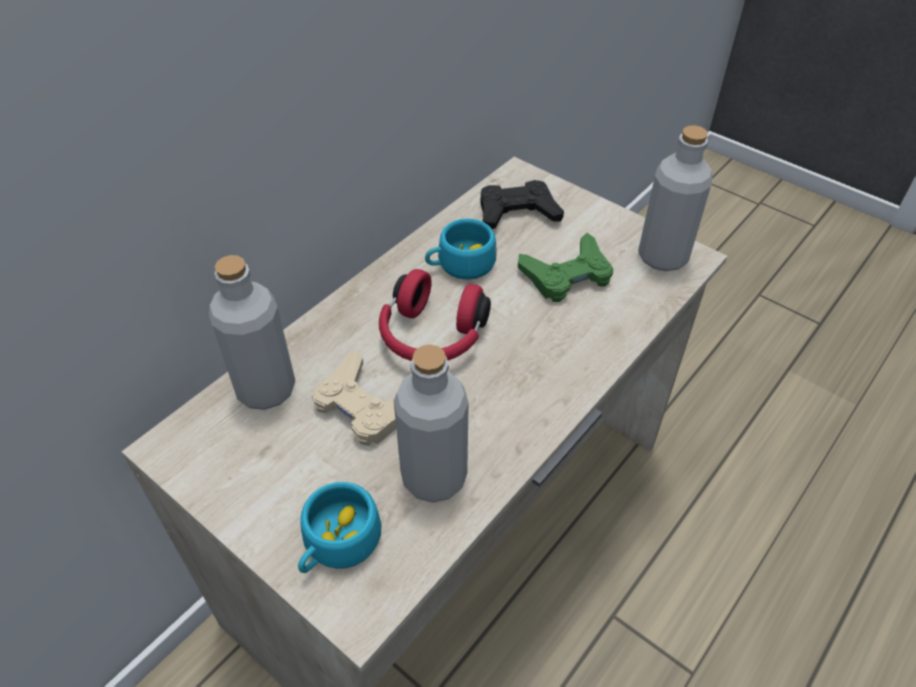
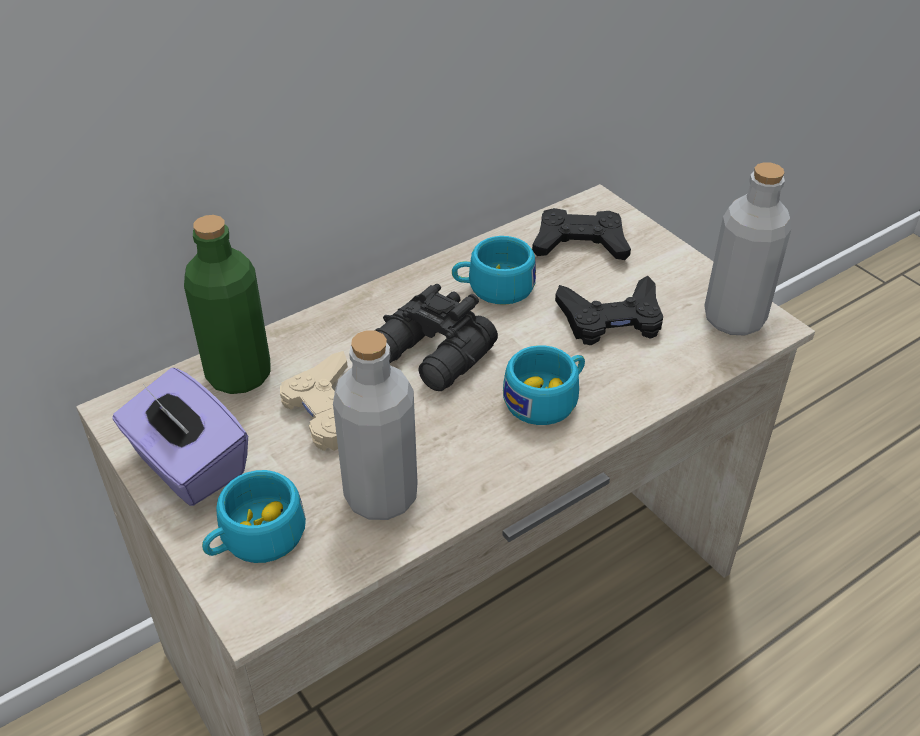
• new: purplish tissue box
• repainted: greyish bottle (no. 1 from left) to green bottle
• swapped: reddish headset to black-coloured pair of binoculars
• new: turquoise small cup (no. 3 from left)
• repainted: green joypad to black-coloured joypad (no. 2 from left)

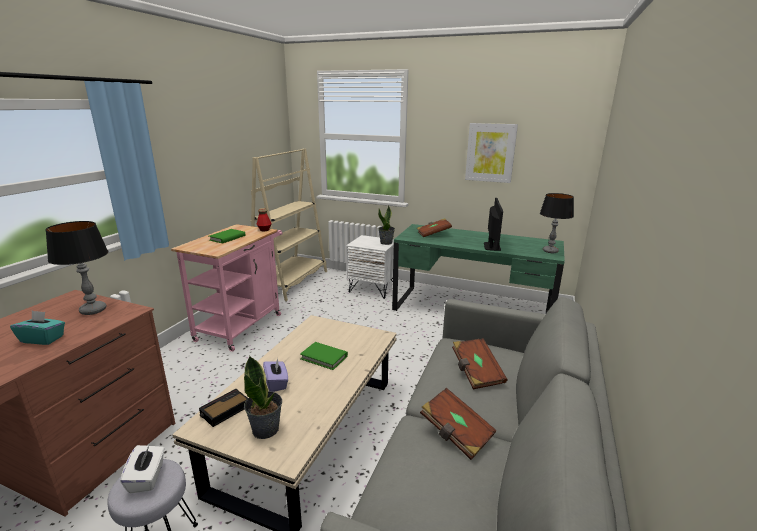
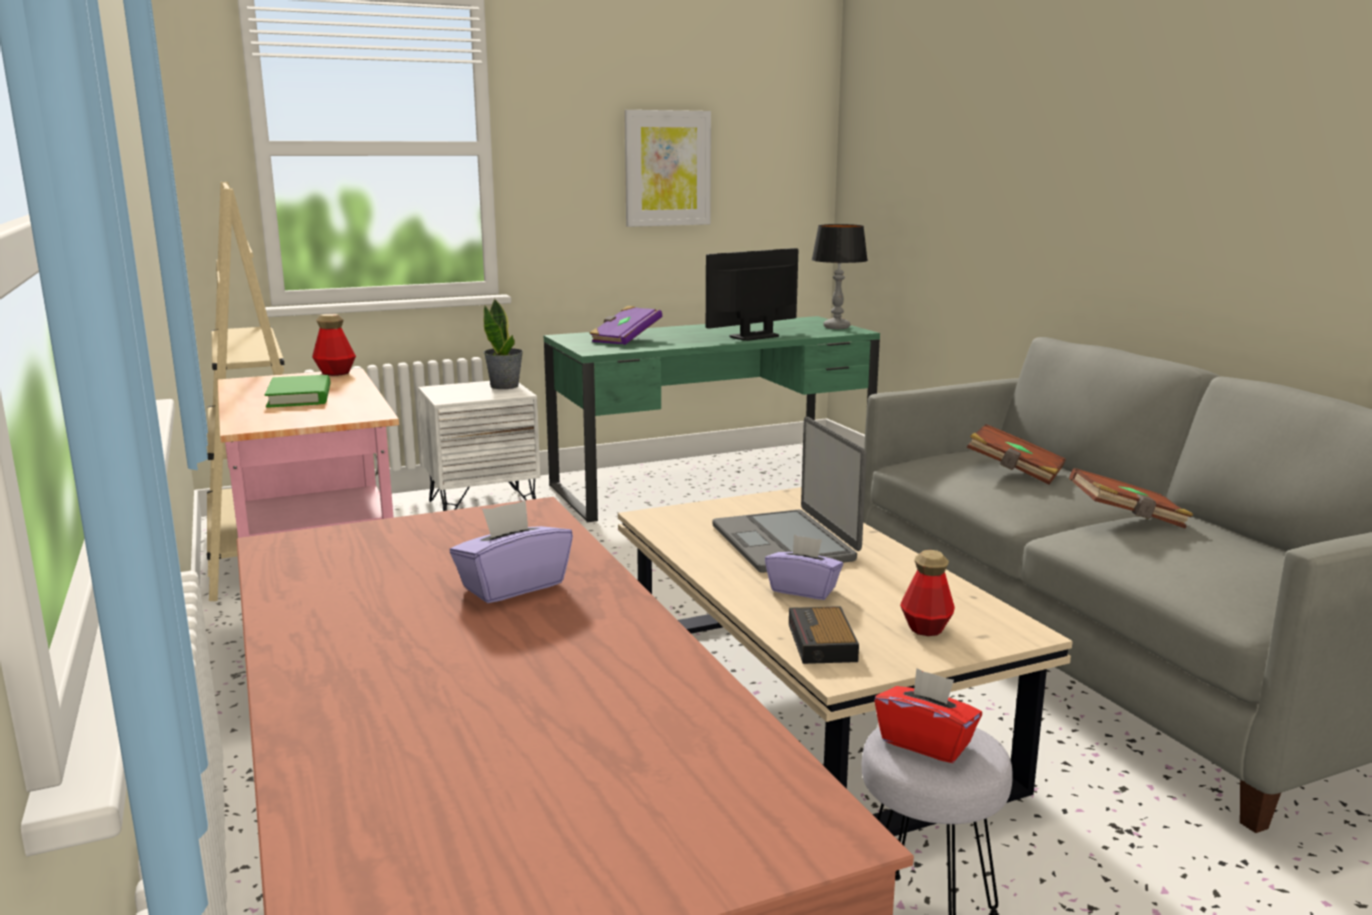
• repainted: turquoise tissue box to purplish tissue box (no. 1 from left)
• repainted: brownish volume (no. 1 from left) to purplish volume
• rotated: monitor 90 degrees counterclockwise
• swapped: green volume (no. 2 from left) to notebook computer
• repainted: whitish tissue box to reddish tissue box
• swapped: houseplant (no. 1 from left) to bottle (no. 2 from left)
• gone: table lamp (no. 1 from left)

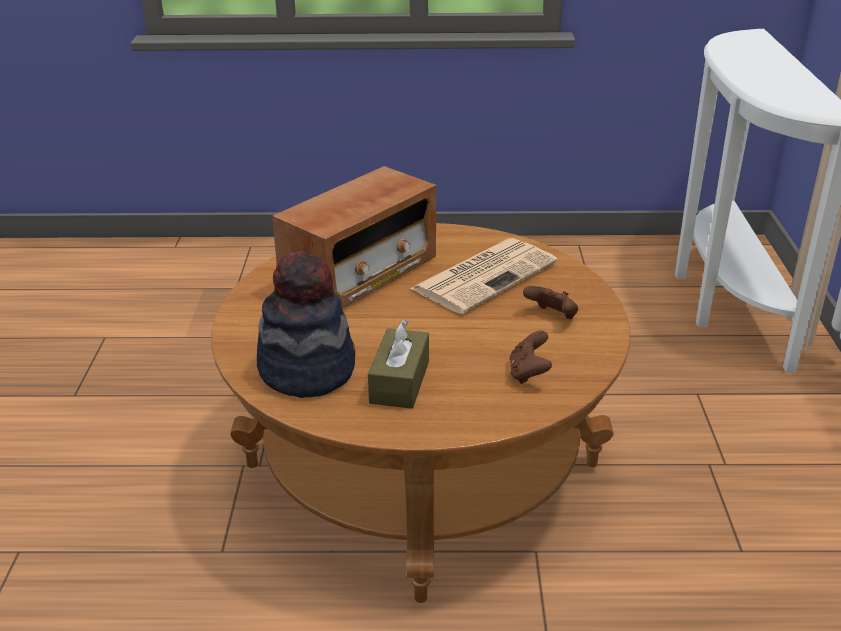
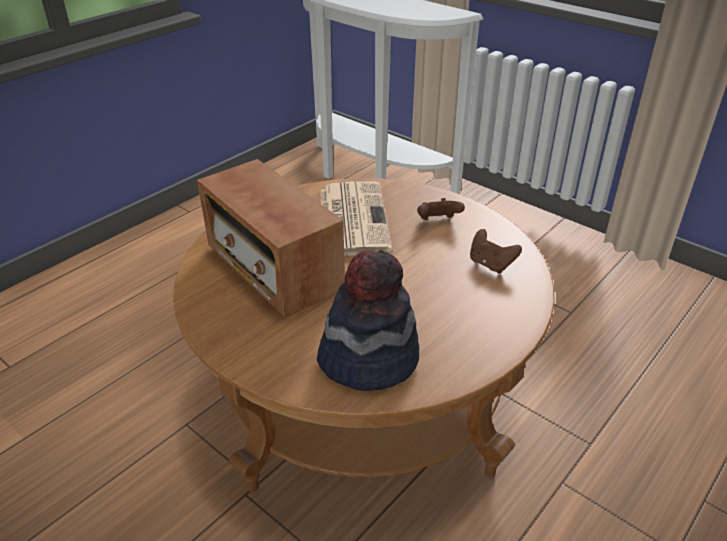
• rotated: radio set 150 degrees clockwise
• gone: brownish tissue box

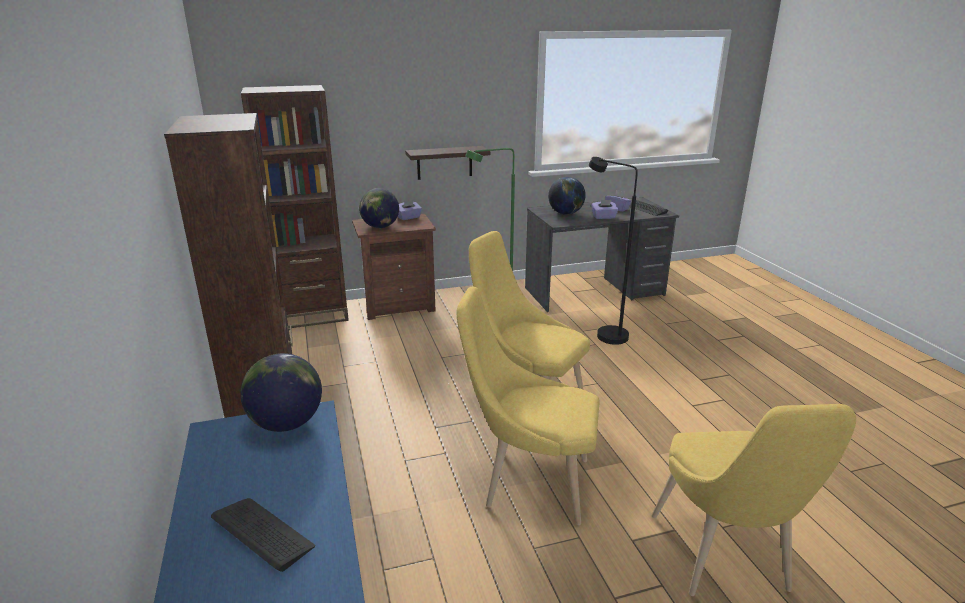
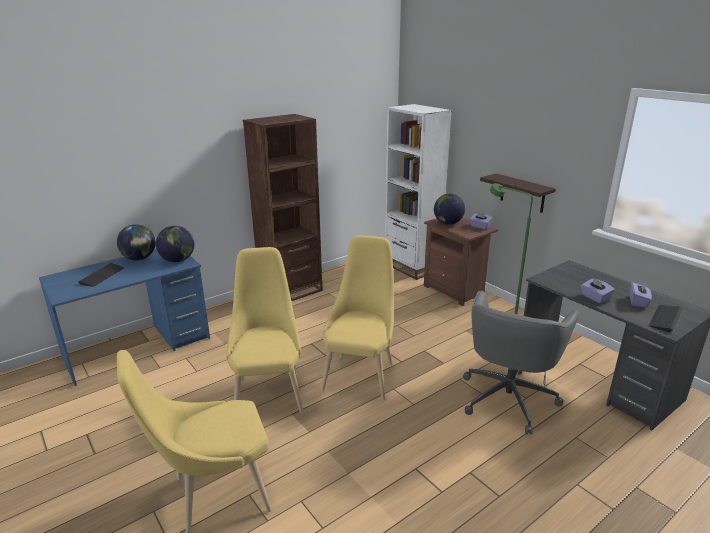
• shifted: desk globe (no. 3 from left in the first image) to desk globe (no. 1 from left)
• repainted: brownish bookshelf (no. 2 from left) to whitish bookshelf
• swapped: black-coloured standard lamp to greyish computer chair

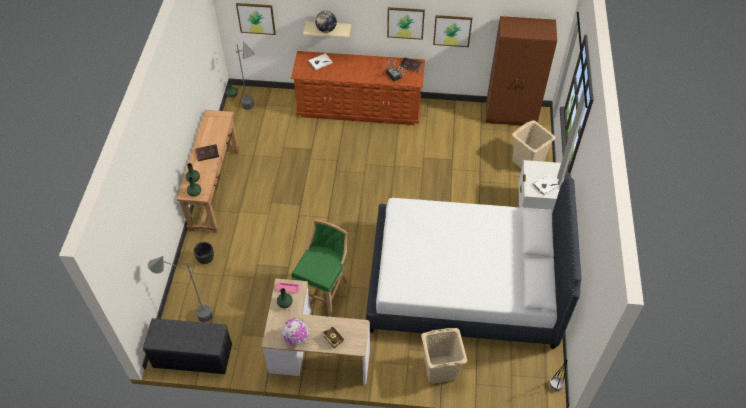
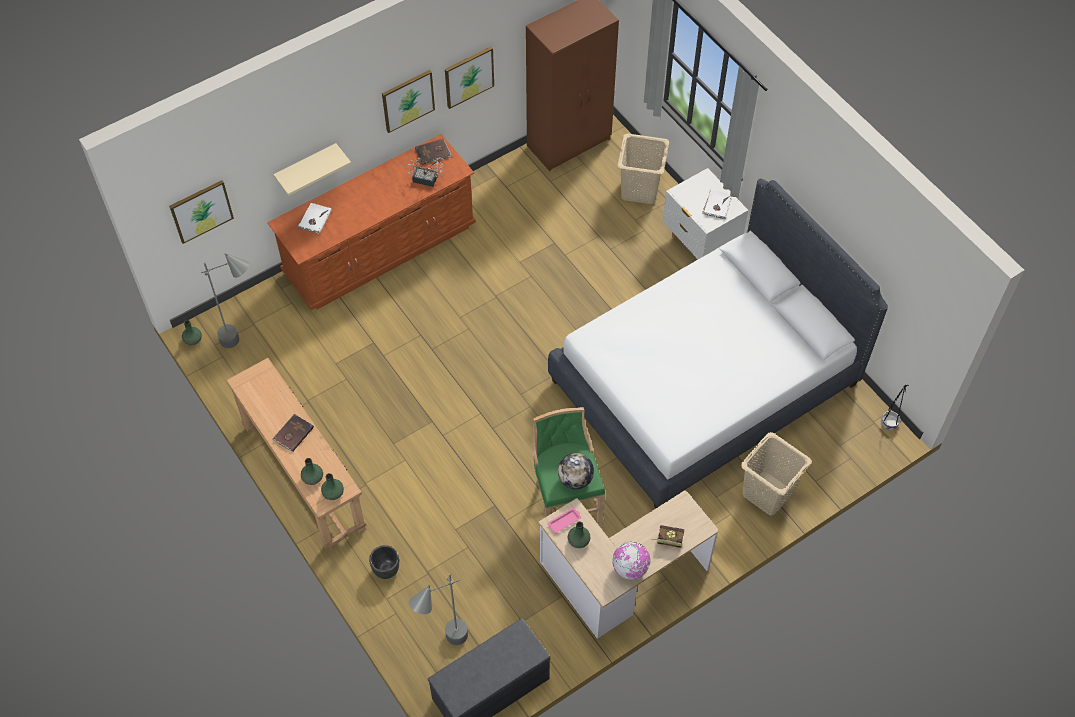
• shifted: desk globe (no. 2 from left in the first image) to desk globe (no. 1 from left)

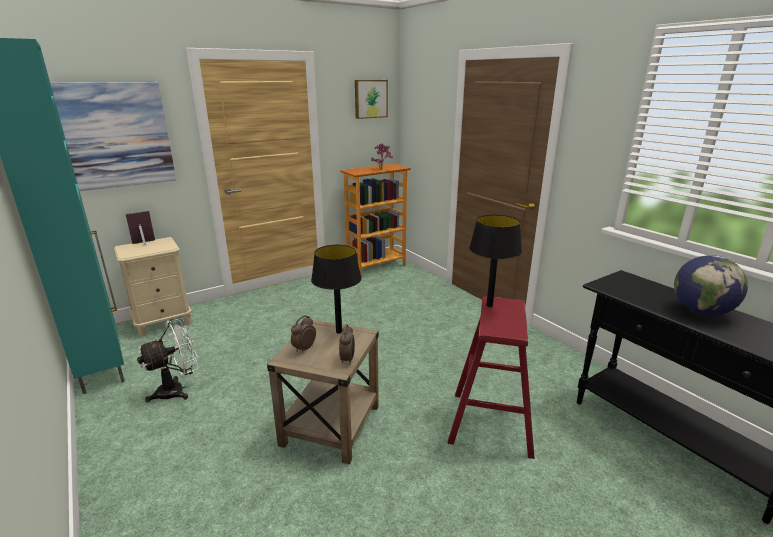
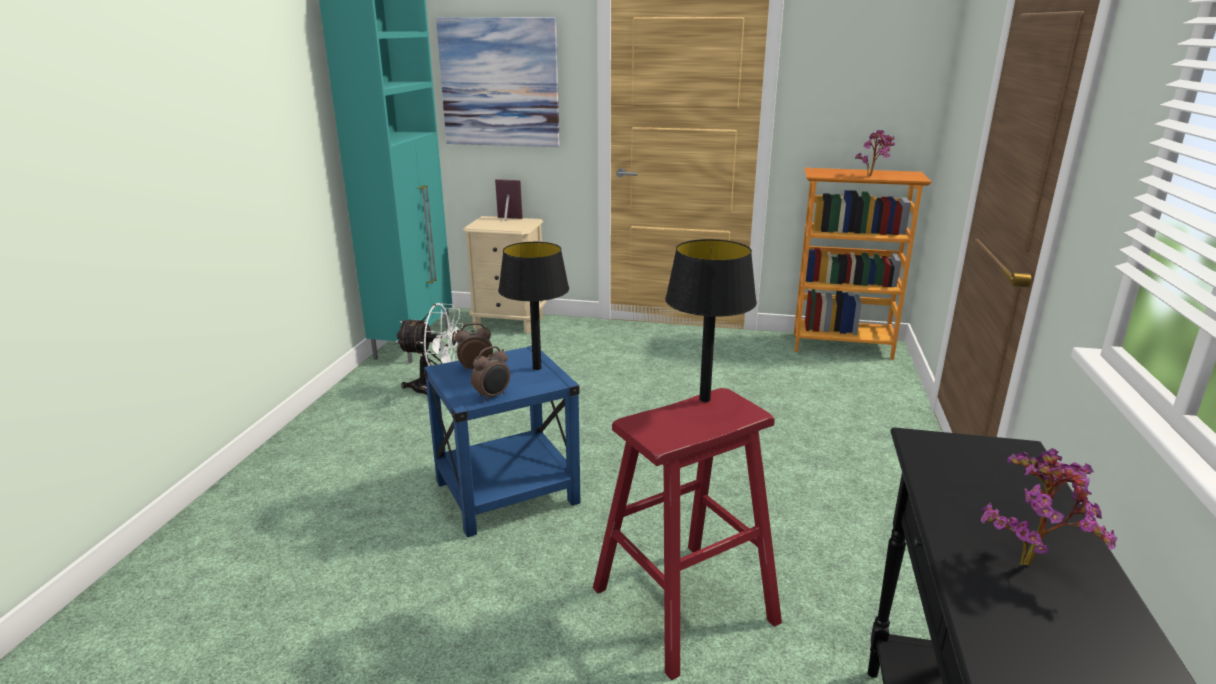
• repainted: sand-coloured accent table to bluish accent table
• swapped: desk globe to houseplant (no. 2 from left)
• gone: wall art (no. 2 from left)

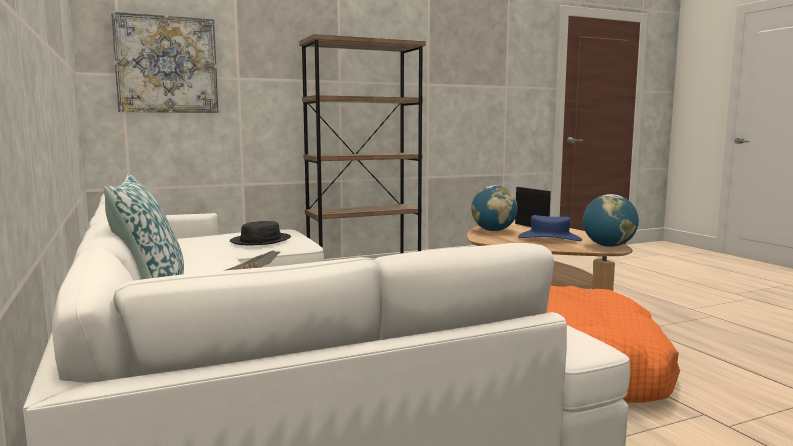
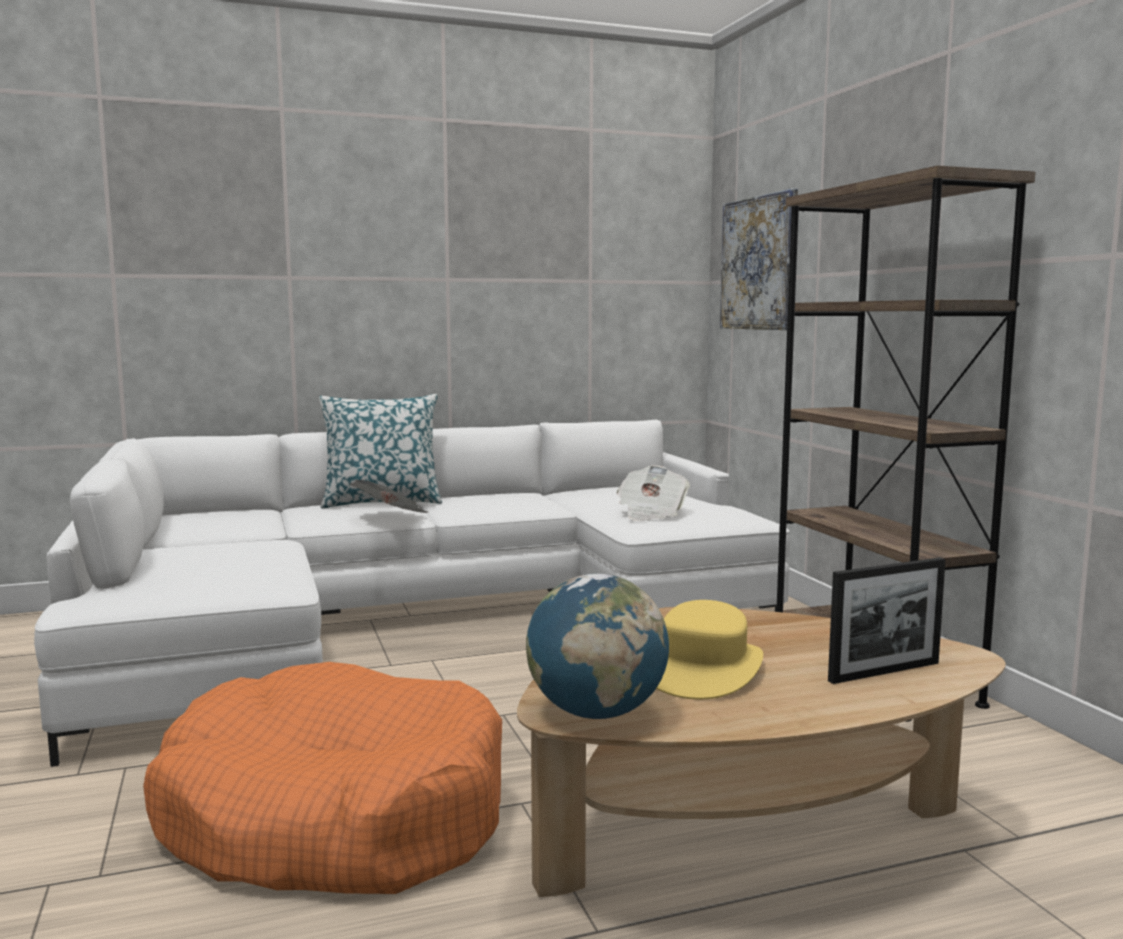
• swapped: black-coloured wearable hat to printed paper (no. 2 from left)
• repainted: bluish wearable hat to yellow-coloured wearable hat
• gone: desk globe (no. 1 from left)

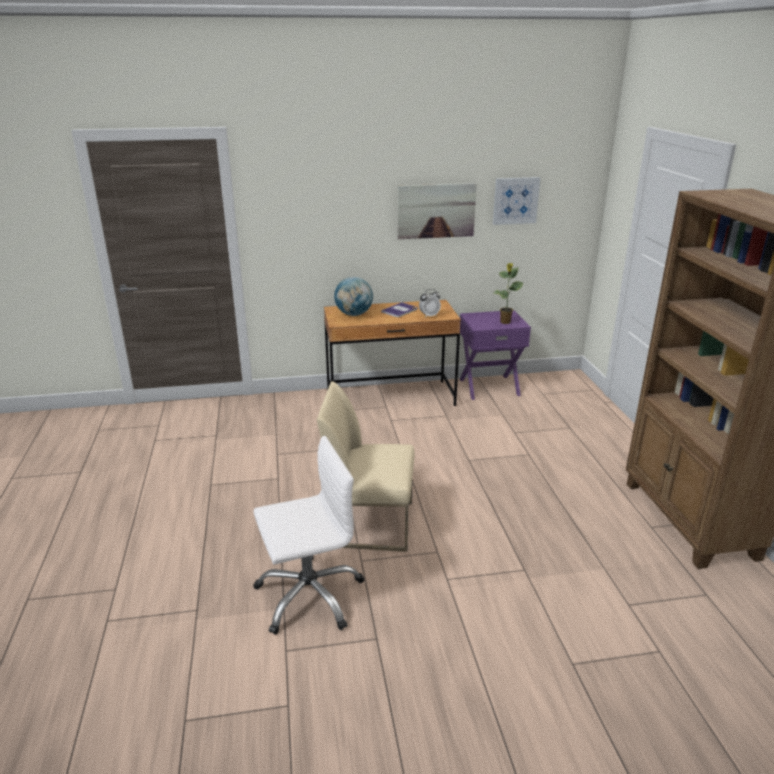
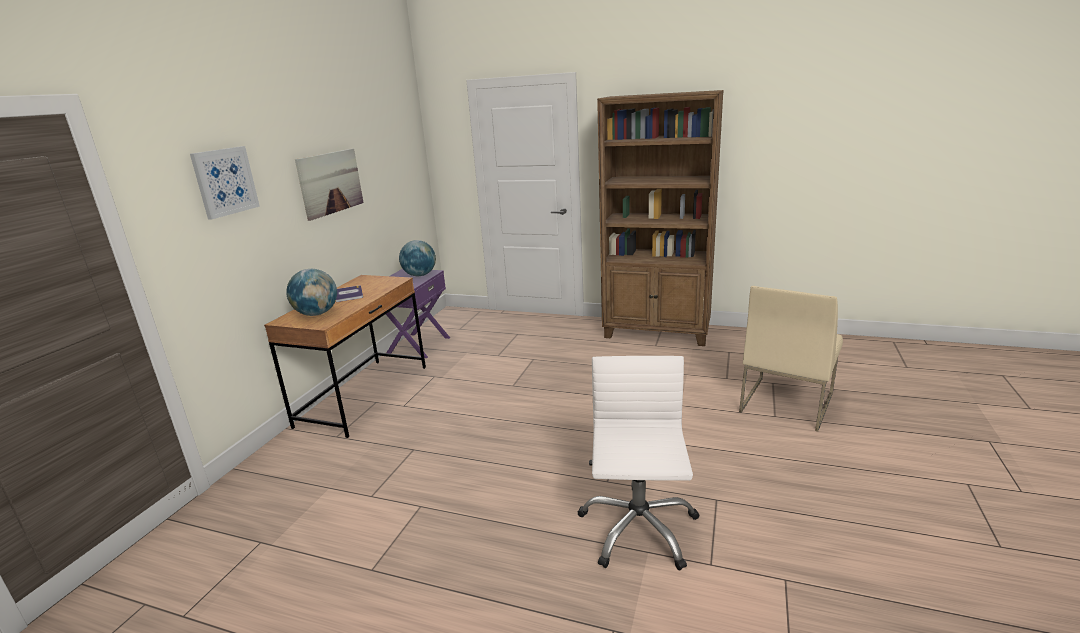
• shifted: wall art (no. 2 from left in the first image) to wall art (no. 1 from left)
• swapped: houseplant to desk globe (no. 2 from left)
• shifted: sand-coloured chair
• gone: table clock

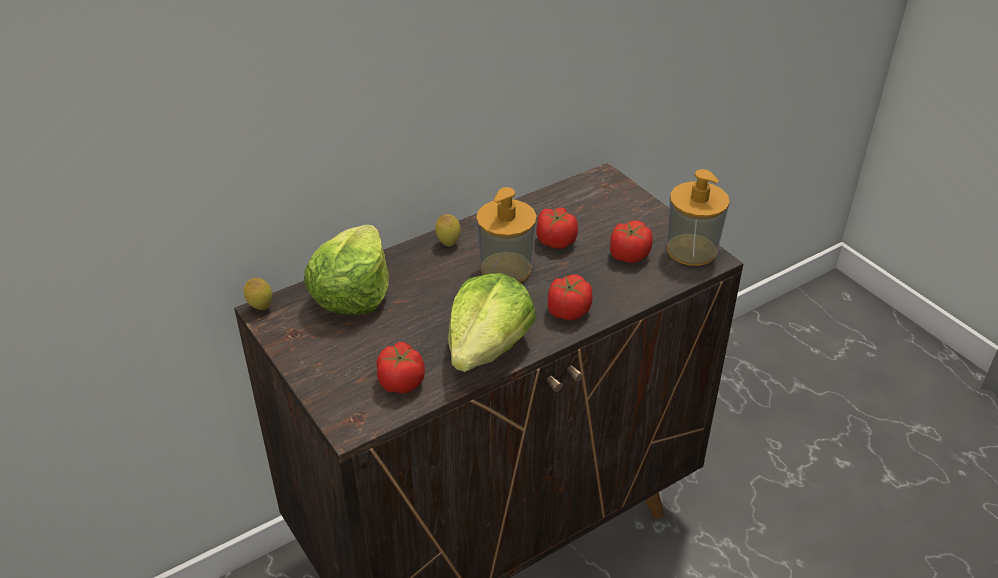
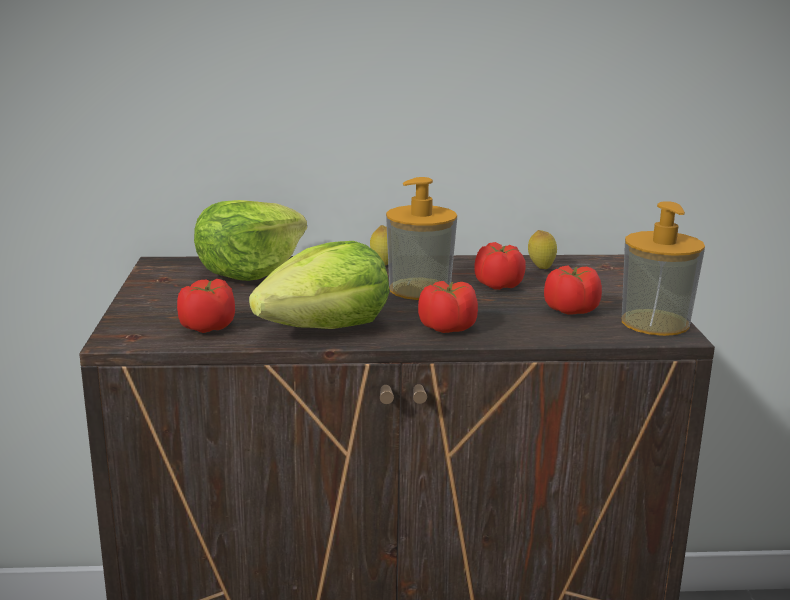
• shifted: whole lemon (no. 1 from left in the first image) to whole lemon (no. 2 from left)

